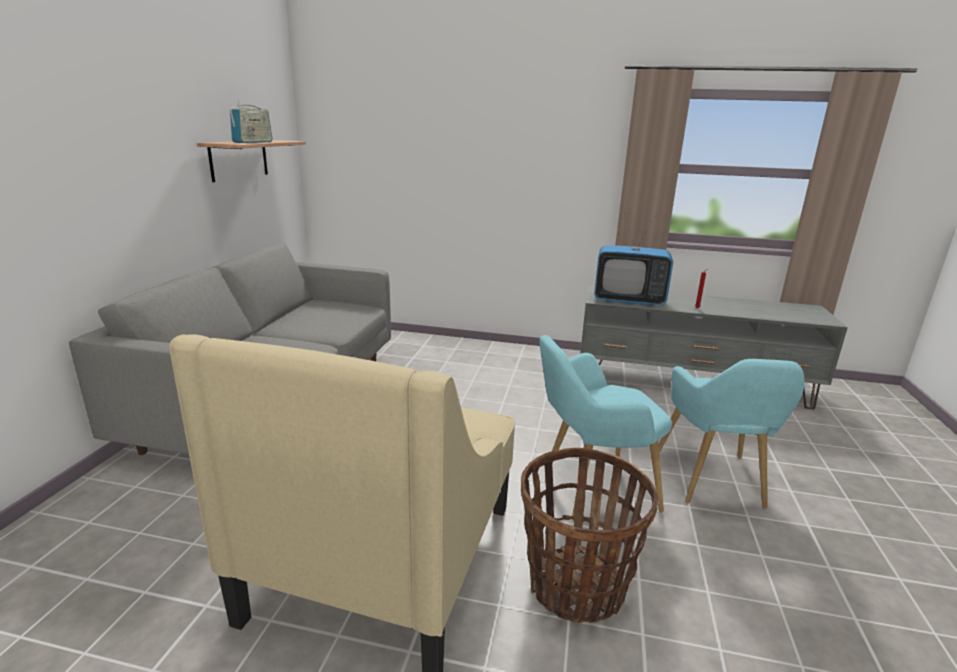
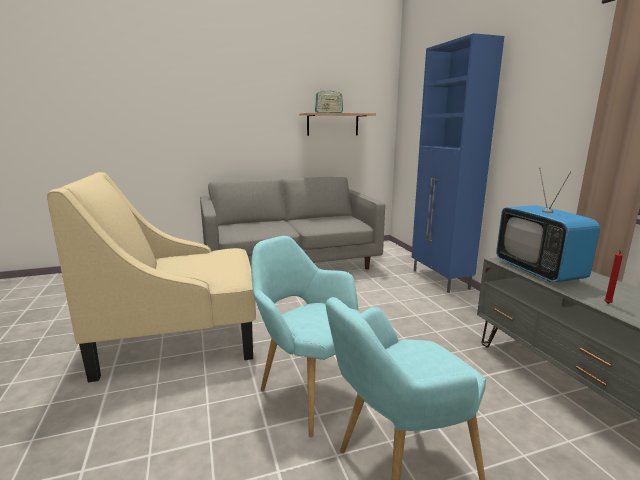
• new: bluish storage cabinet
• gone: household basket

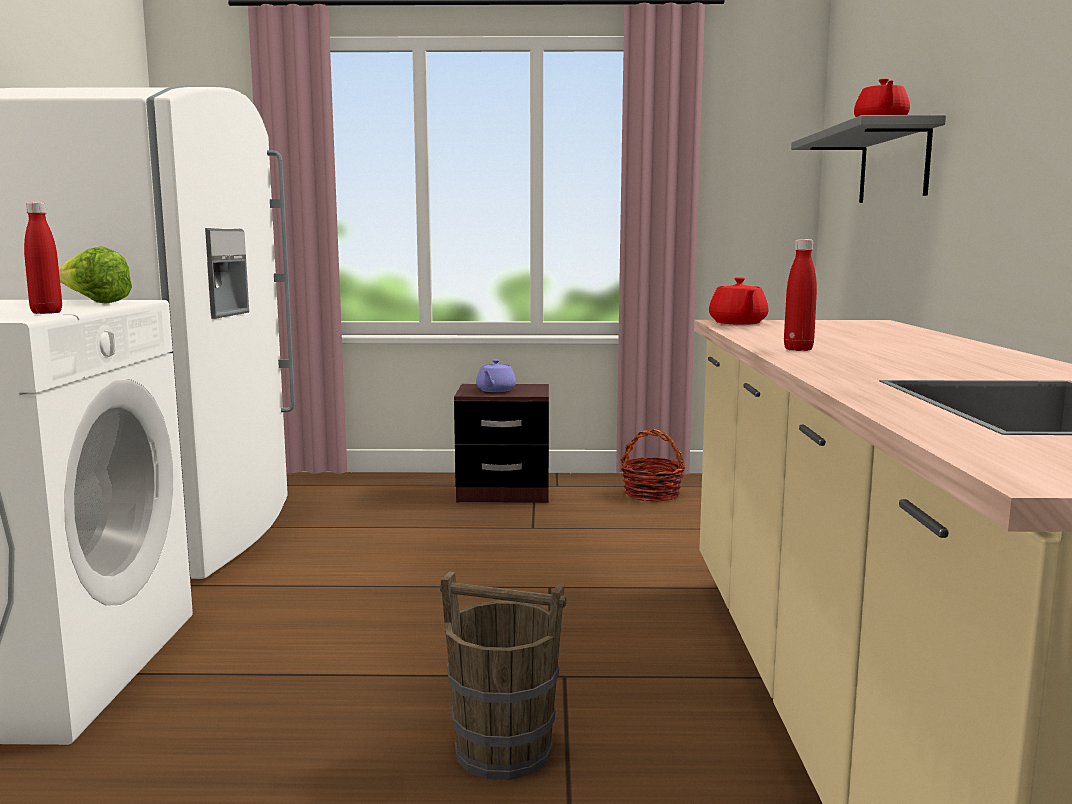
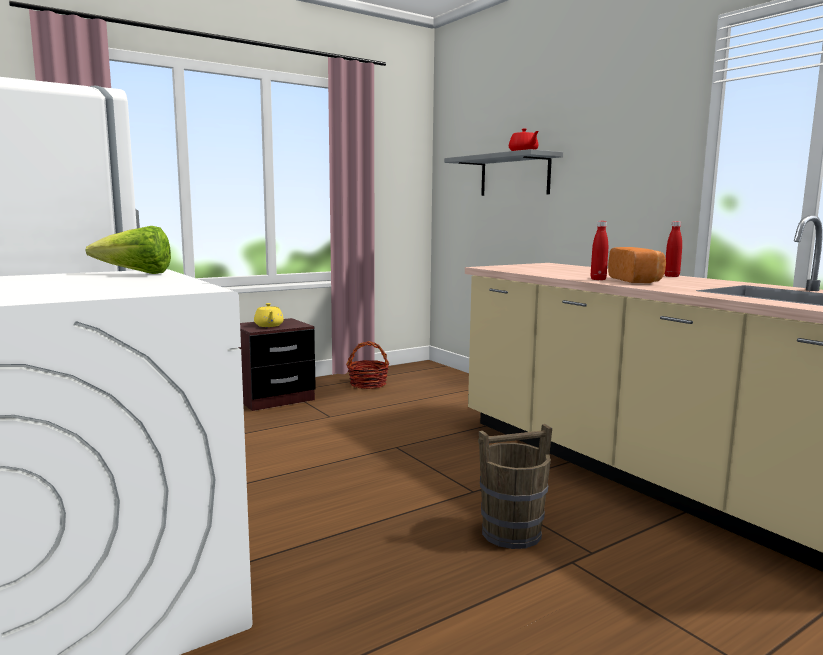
• repainted: purplish tea pot to yellow-coloured tea pot
• new: bread
• shifted: reddish bottle (no. 1 from left in the first image) to reddish bottle (no. 2 from left)
• gone: reddish tea pot (no. 1 from left)

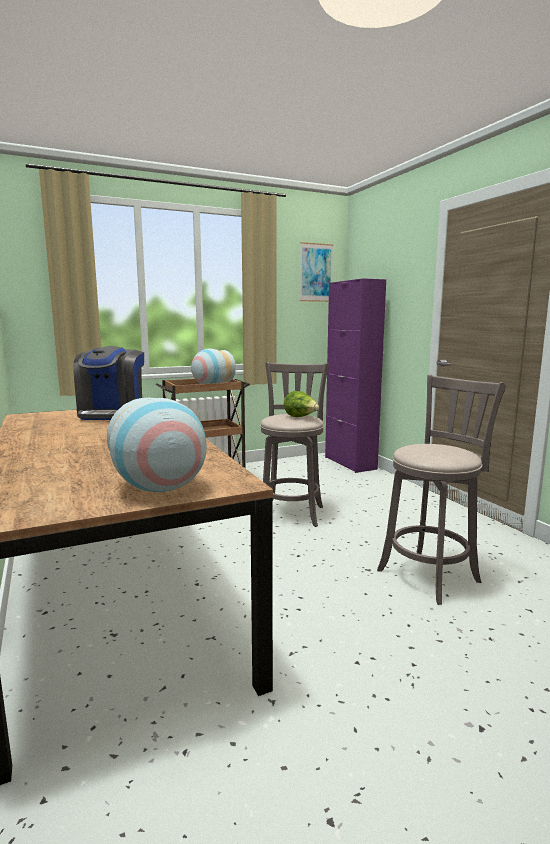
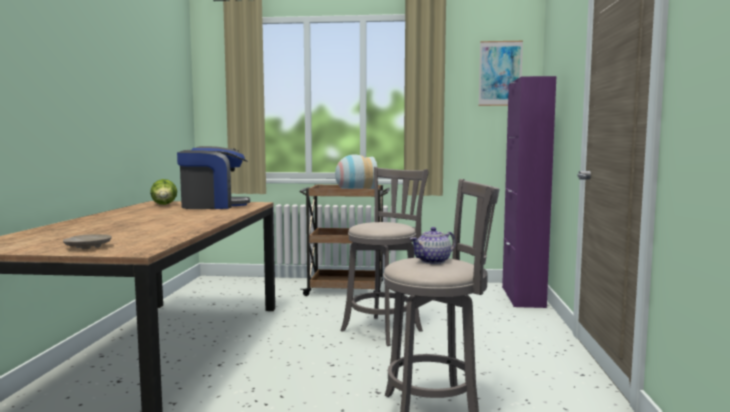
• swapped: decorative vase (no. 1 from left) to sand-coloured flat dish
• shifted: lettuce
• rotated: coffee maker 135 degrees counterclockwise
• new: tea pot

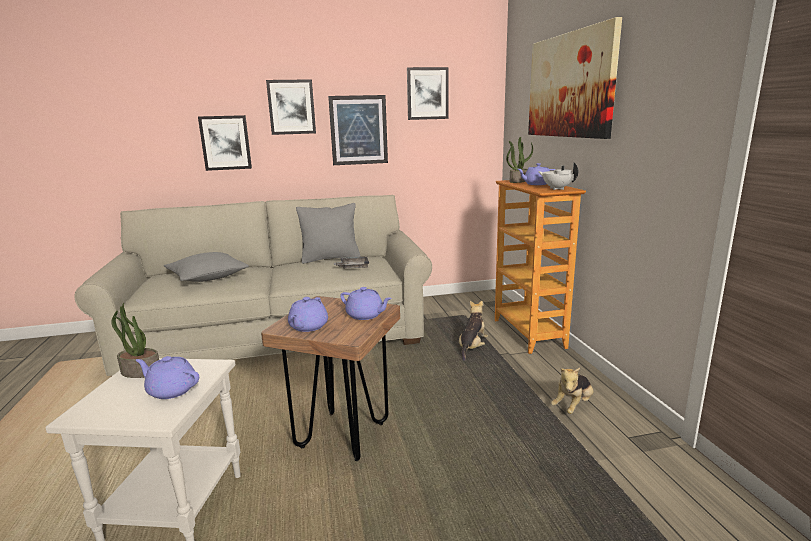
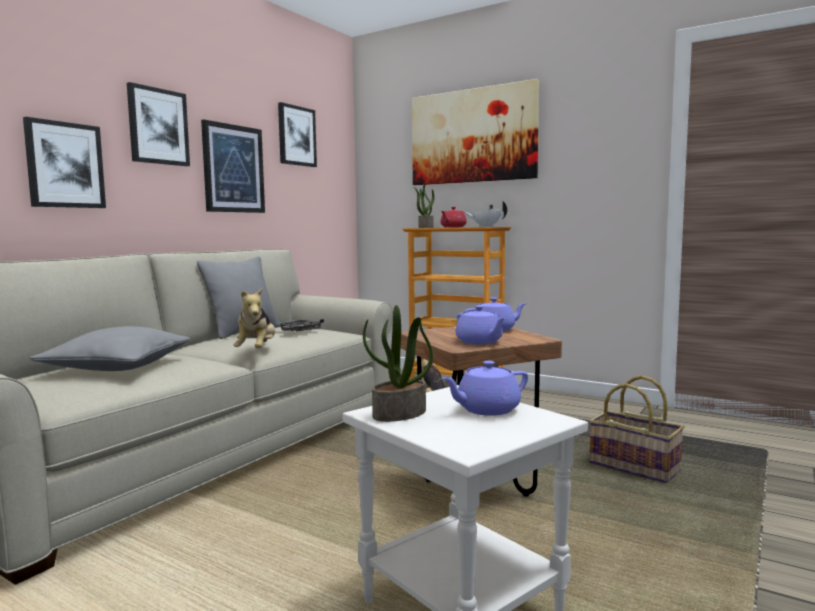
• shifted: plush toy (no. 2 from left in the first image) to plush toy (no. 1 from left)
• repainted: purplish tea pot (no. 4 from left) to reddish tea pot
• new: household basket

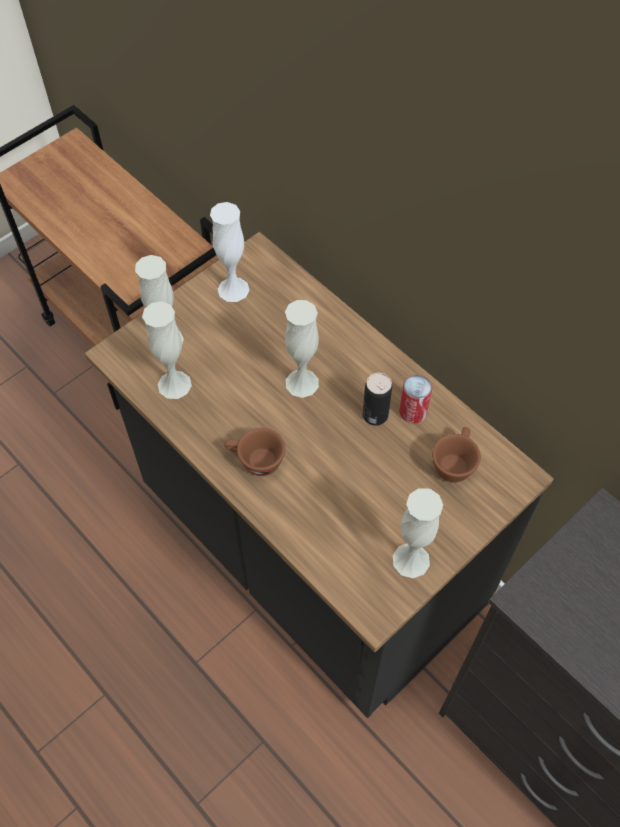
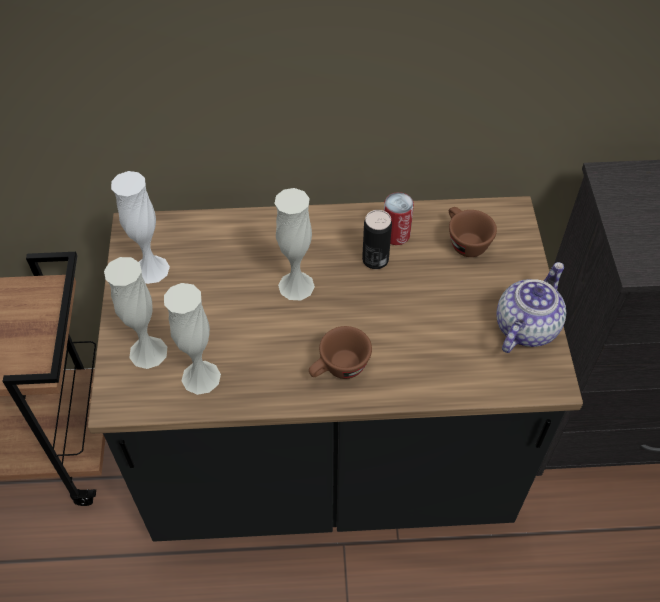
• swapped: whitish decorative vase (no. 5 from left) to tea pot

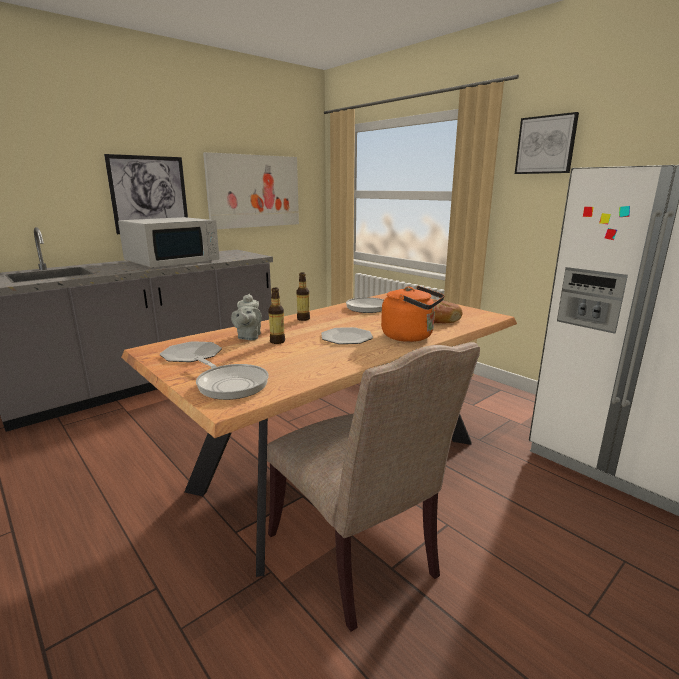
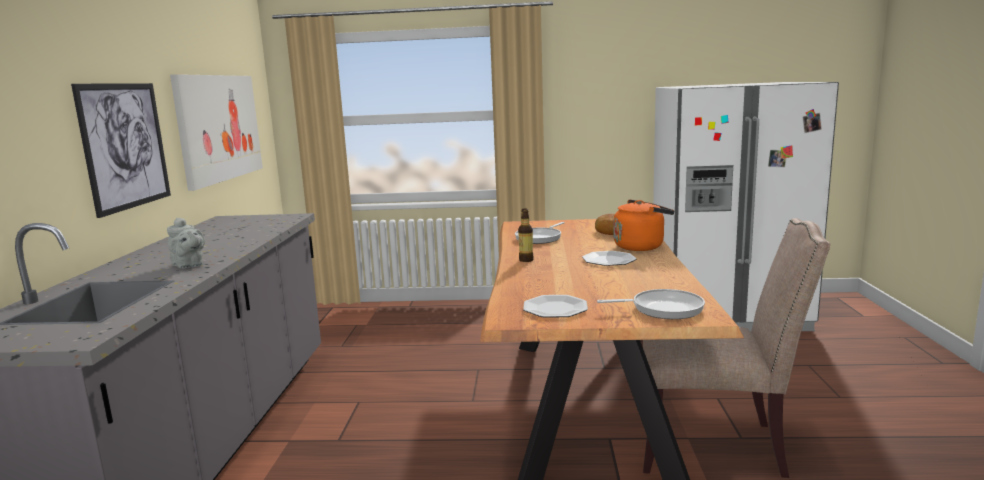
• shifted: greyish tea pot
• gone: whitish microwave oven
• gone: bottle (no. 1 from left)
• gone: wall art (no. 3 from left)

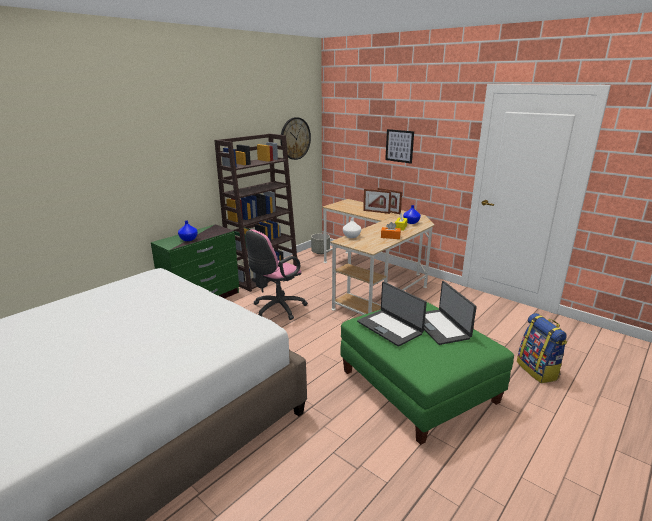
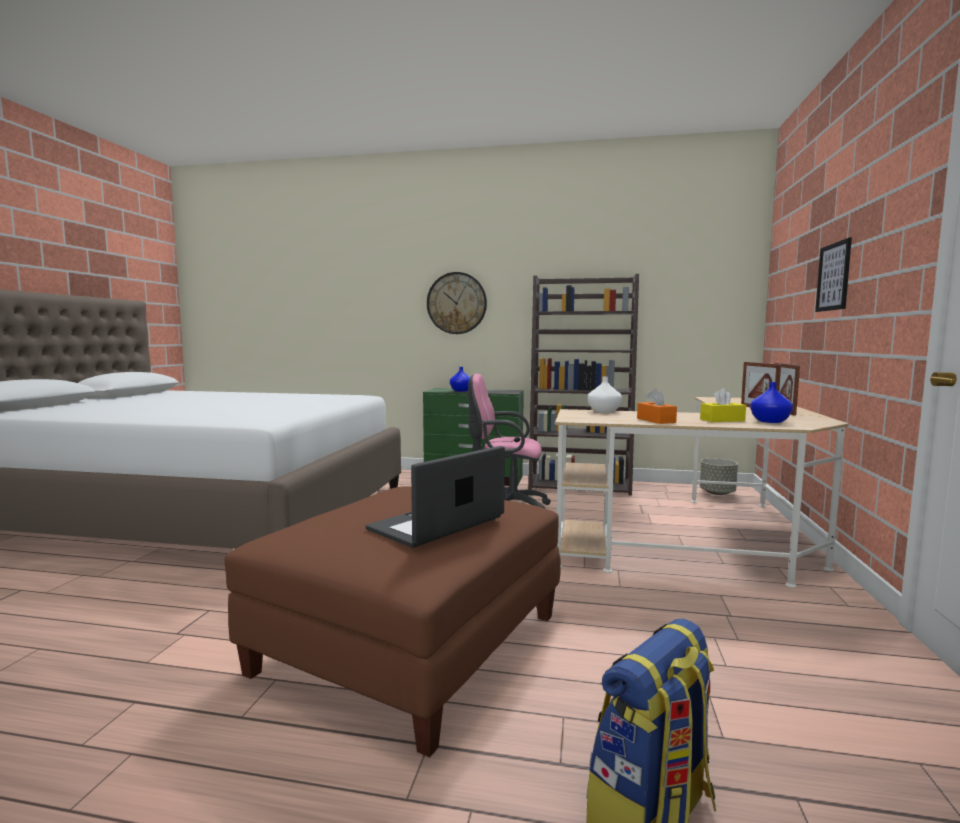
• repainted: green ottoman to brownish ottoman
• shifted: wall clock
• gone: notebook computer (no. 1 from left)

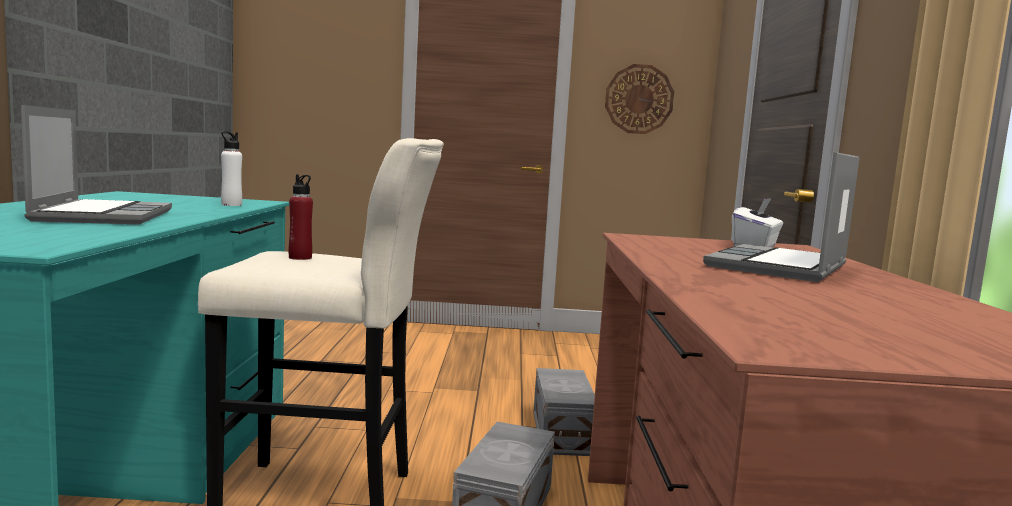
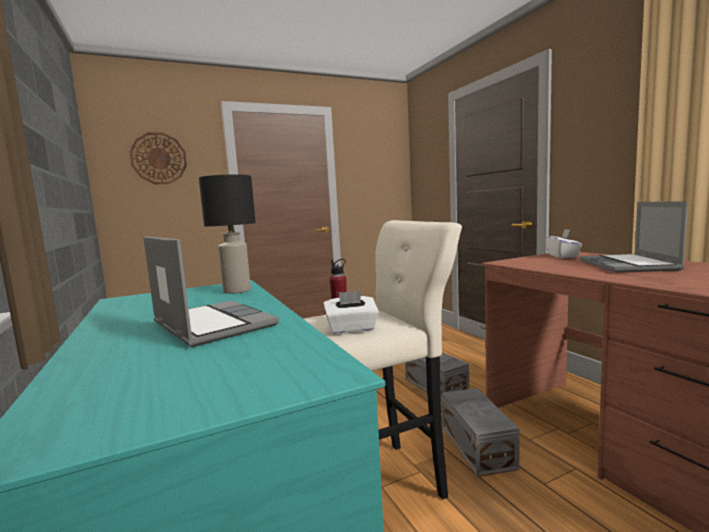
• shifted: wall clock
• swapped: whitish bottle to black-coloured table lamp
• new: whitish tissue box (no. 1 from left)

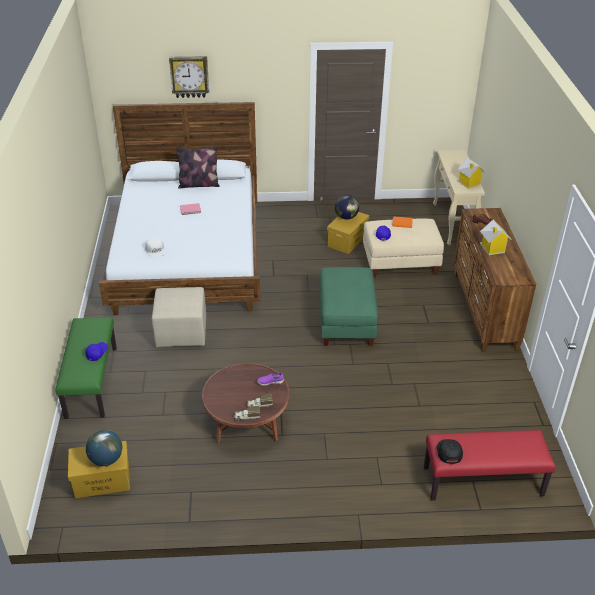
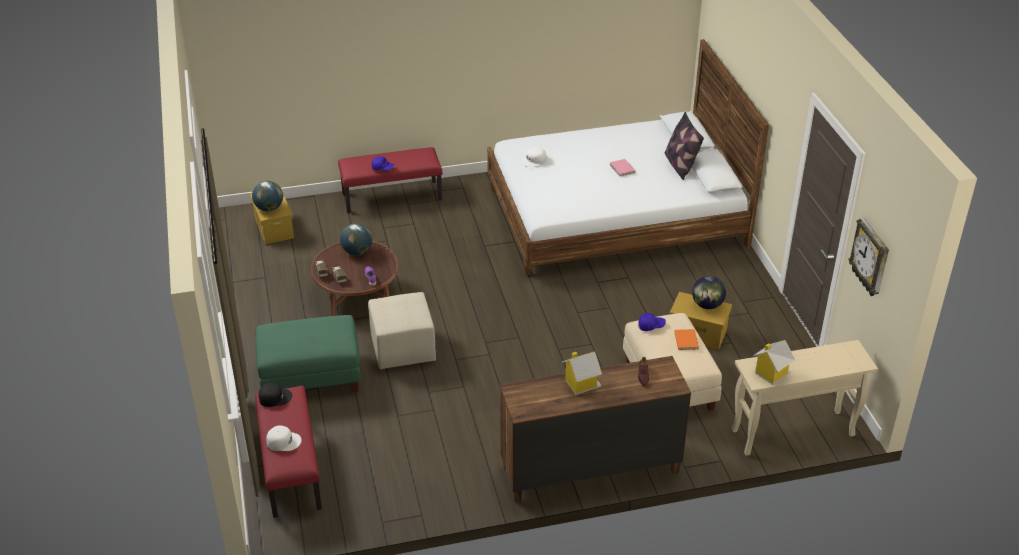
• shifted: green ottoman
• new: whitish peaked cap (no. 1 from left)
• repainted: green long seat to reddish long seat (no. 2 from left)
• new: desk globe (no. 2 from left)
• shifted: sand-coloured ottoman (no. 1 from left)
• shifted: wall clock

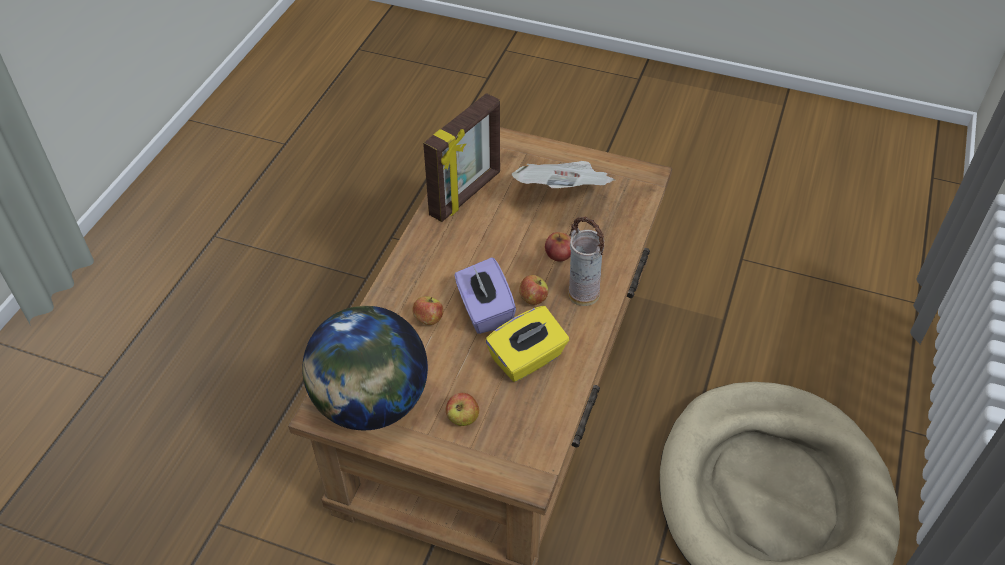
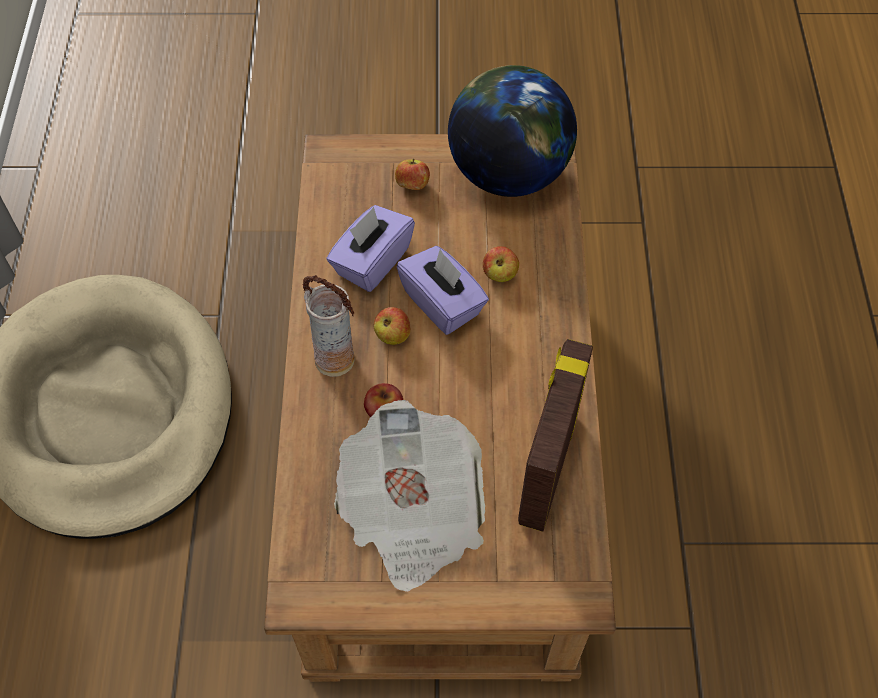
• repainted: yellow-coloured tissue box to purplish tissue box (no. 1 from left)

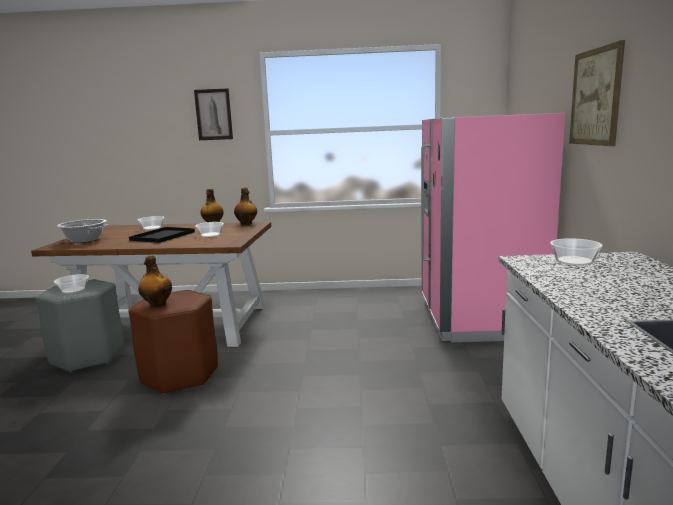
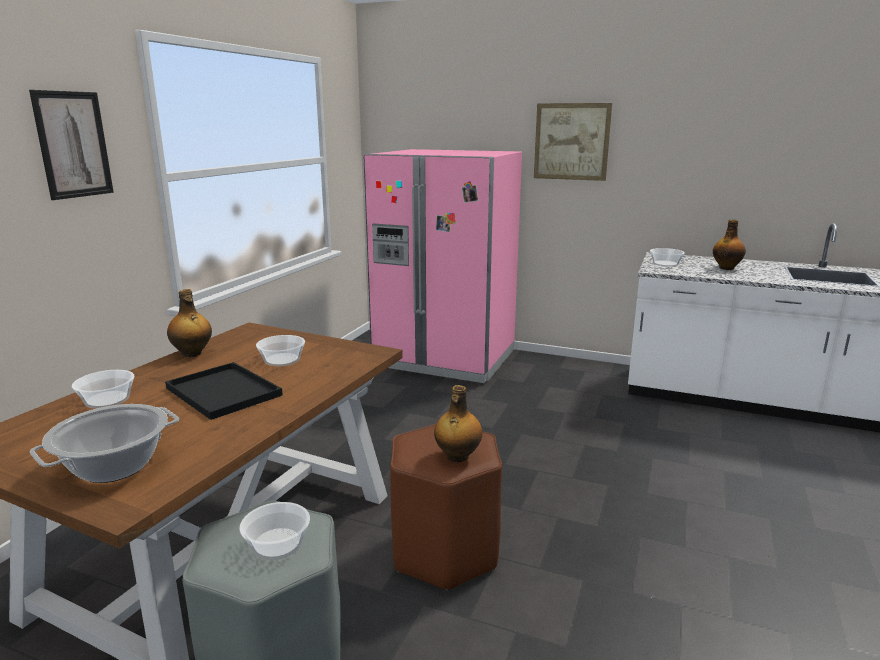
• shifted: bottle (no. 3 from left)

